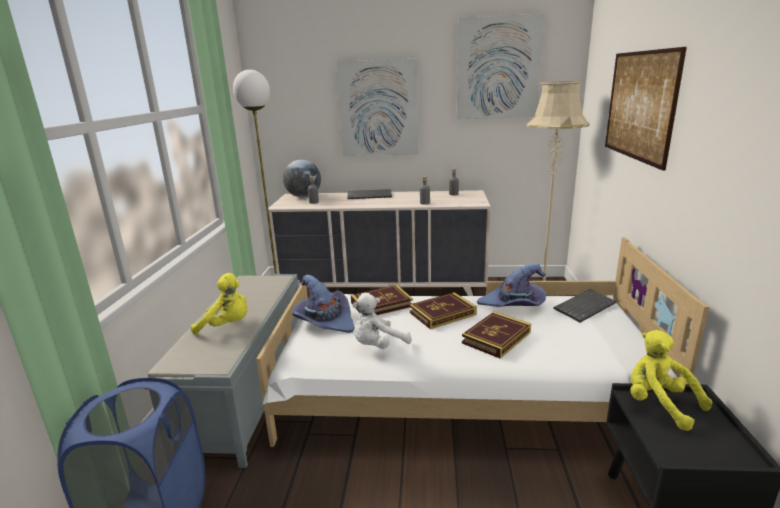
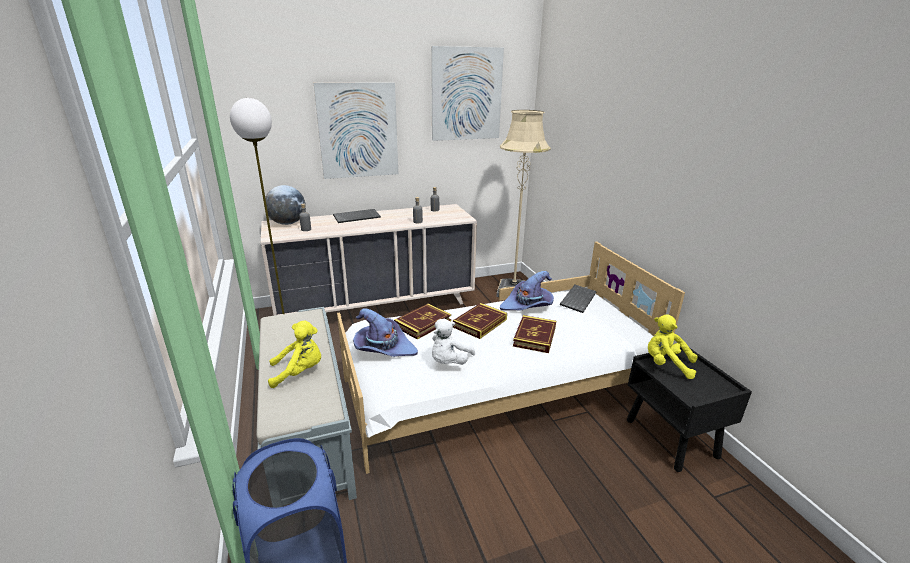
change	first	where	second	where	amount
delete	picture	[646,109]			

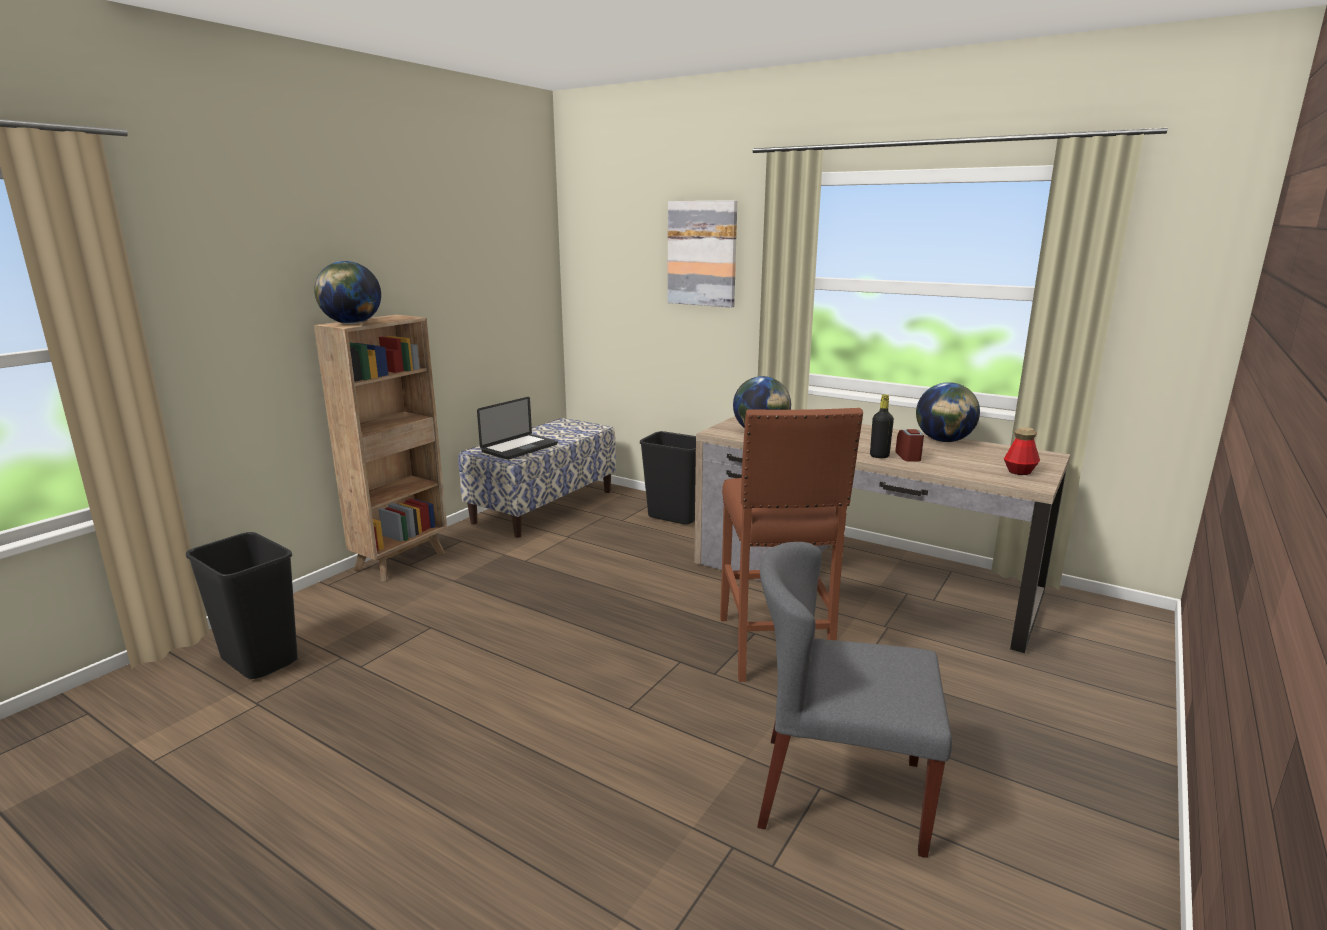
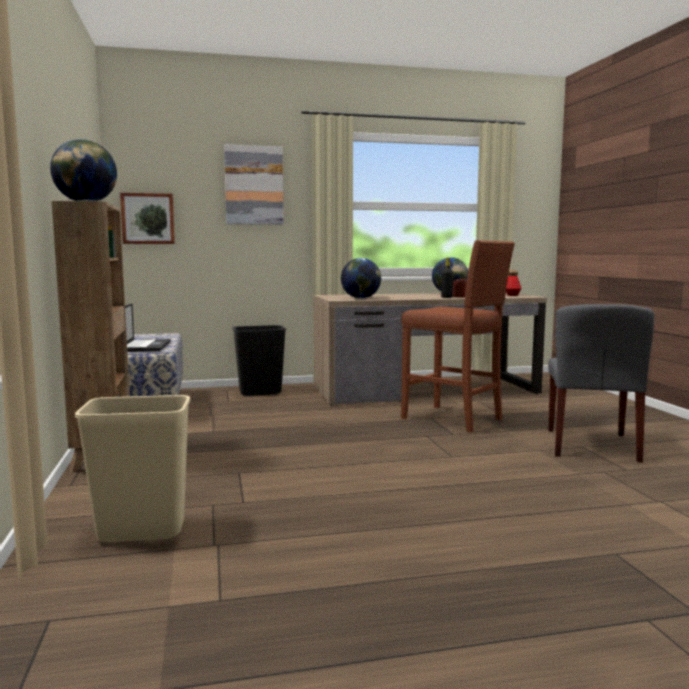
change	first	where	second	where	amount
recolor	trash can (black)	[242,605]	trash can (beige)	[132,468]	
rotate	plain chair (gray)	[854,700]		[601,383]	45 degrees counterclockwise
insert			picture	[147,218]	

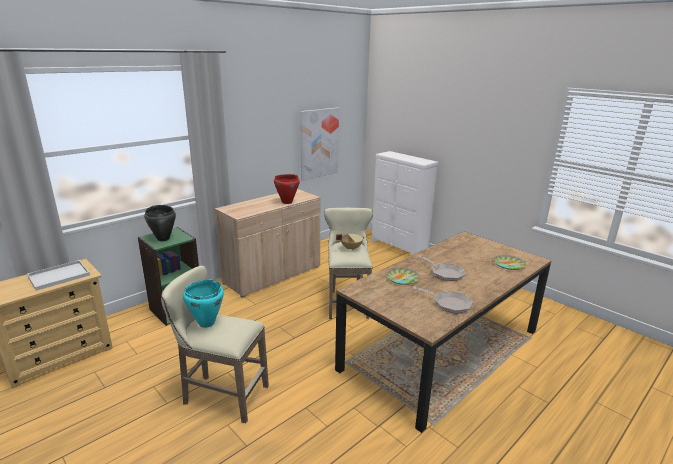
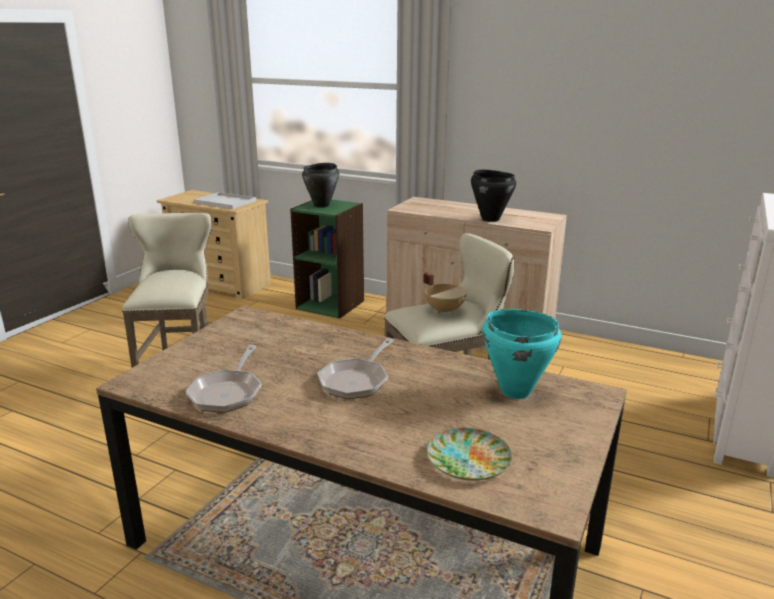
change	first	where	second	where	amount
delete	picture	[319,144]			
recolor	stockpot (reddish)	[287,189]	stockpot (black)	[493,196]	
delete	flat dish	[403,276]			
move	stockpot (blue-green)	[203,304]		[521,354]	

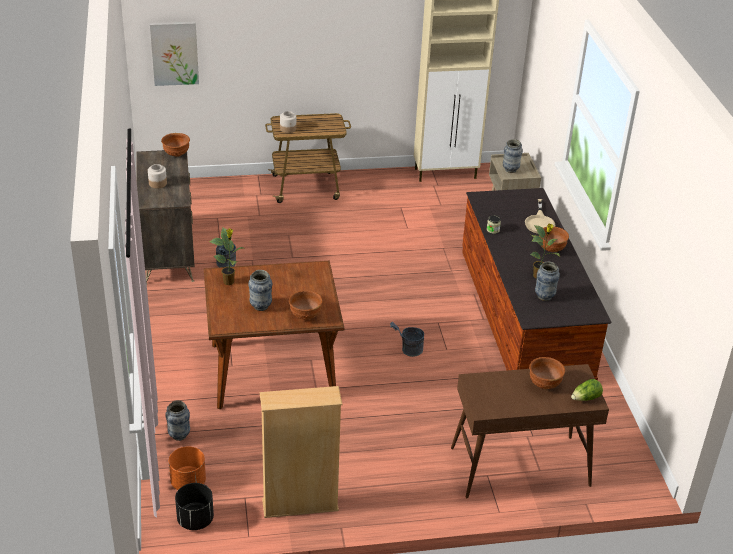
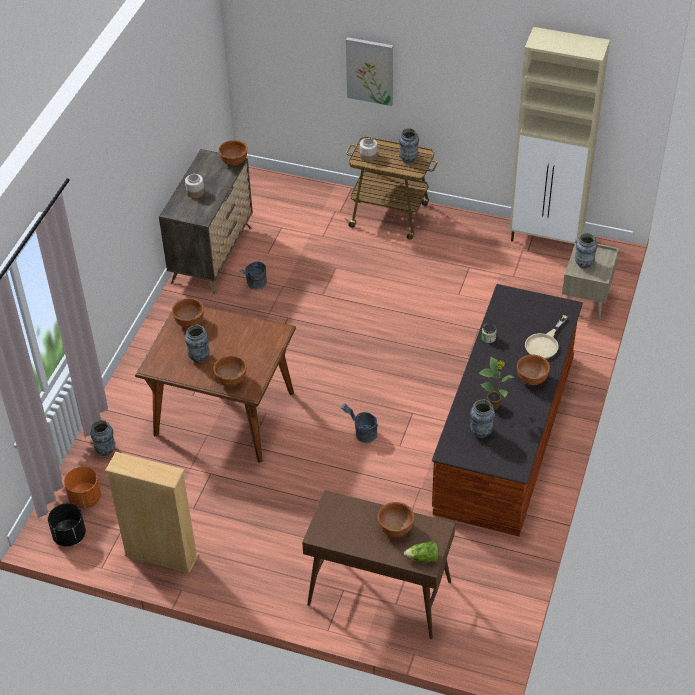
change	first	where	second	where	amount
move	picture	[174,54]		[369,71]	
replace	potted plant	[227,256]	serving bowl (brownish)	[188,313]	
insert			flower vase	[409,145]	

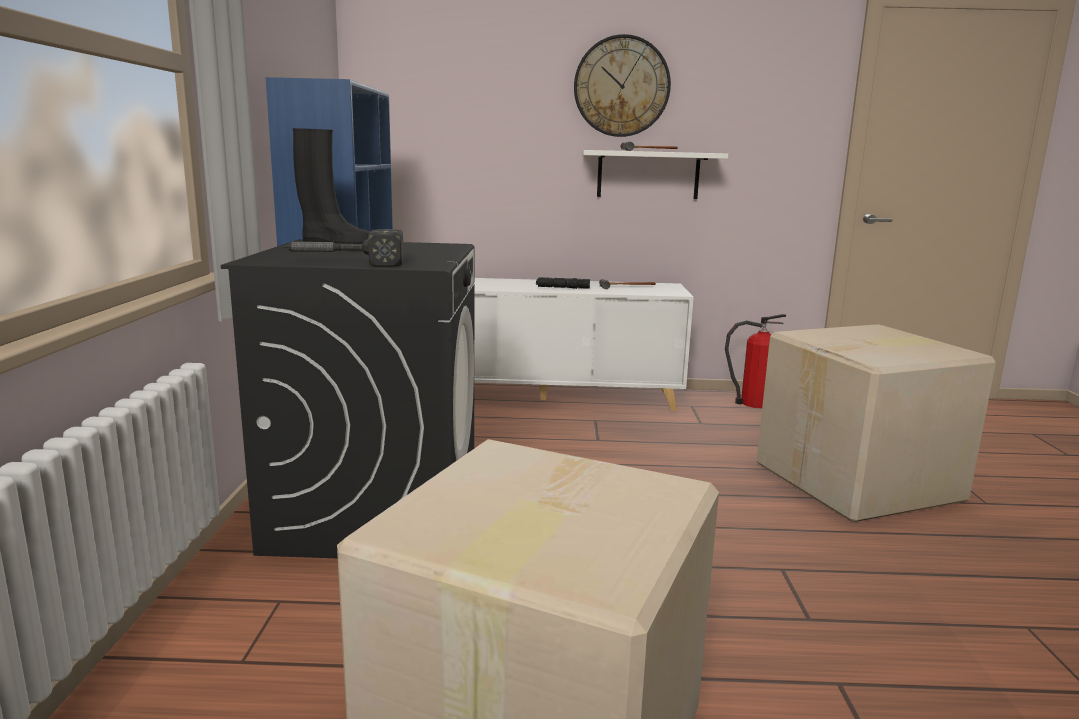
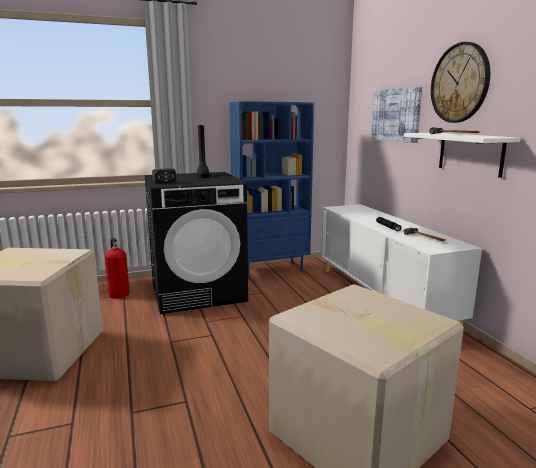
change	first	where	second	where	amount
move	fire extinguisher	[755,361]		[117,268]	
insert			picture	[396,115]	

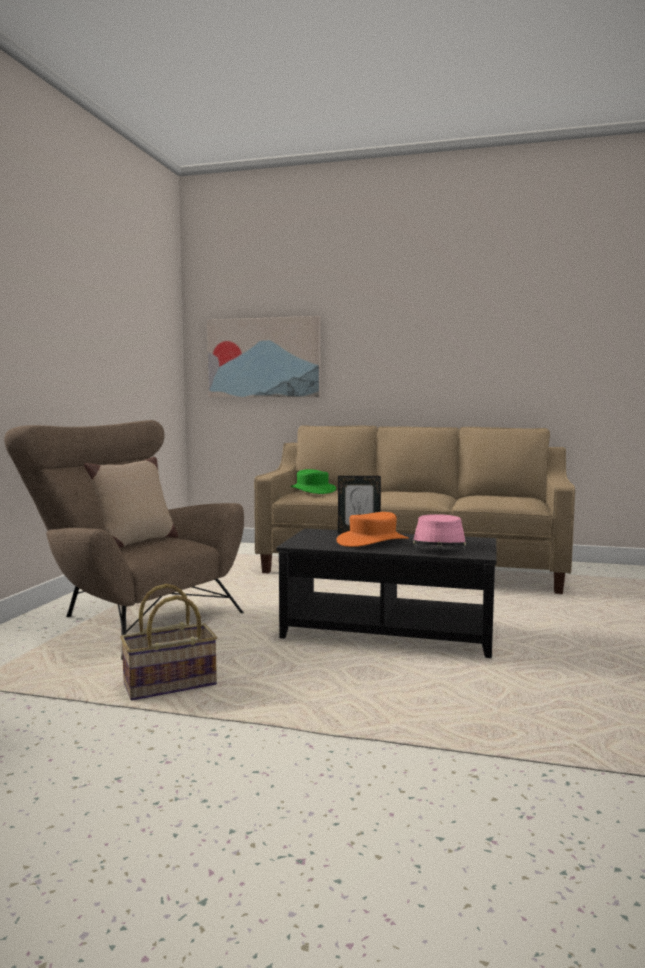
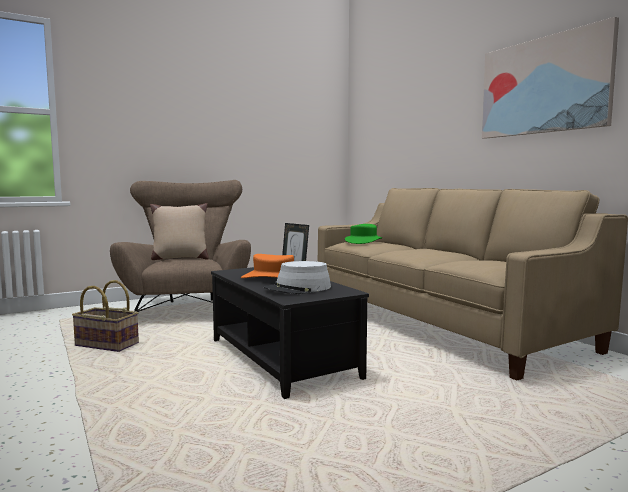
change	first	where	second	where	amount
move	picture	[264,356]		[550,78]	
recolor	clothing hat (pinkish)	[439,532]	clothing hat (gray)	[297,277]	

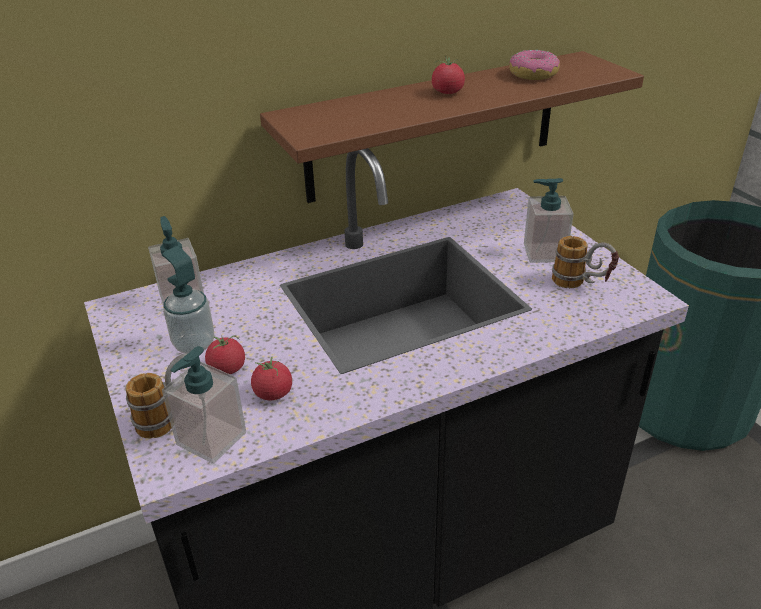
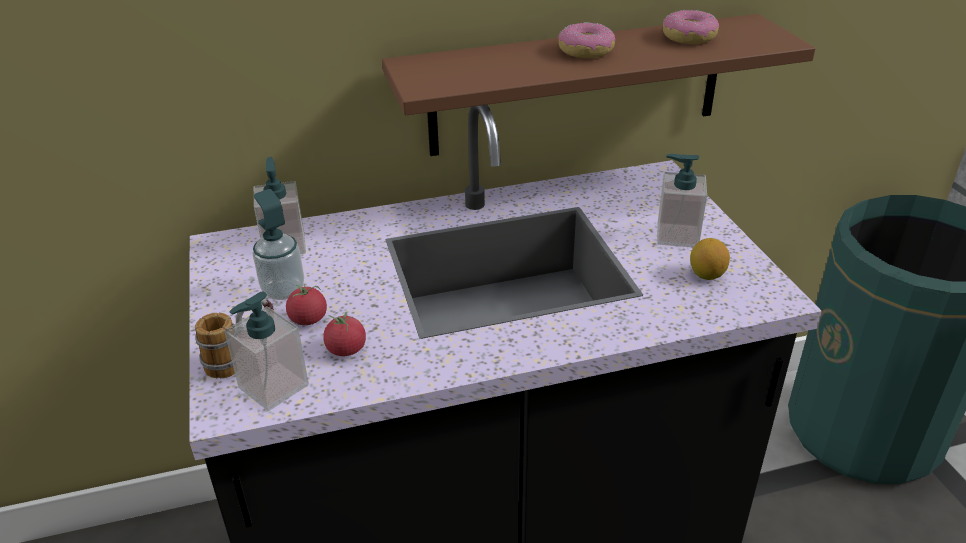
change	first	where	second	where	amount
replace	whole tomato	[448,75]	ring doughnut	[586,40]	
replace	tea mug	[585,262]	citrus fruit	[710,259]	

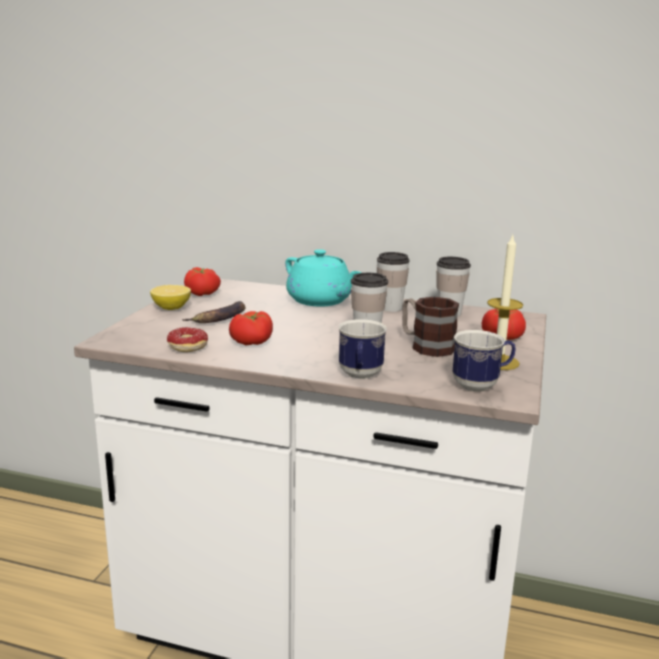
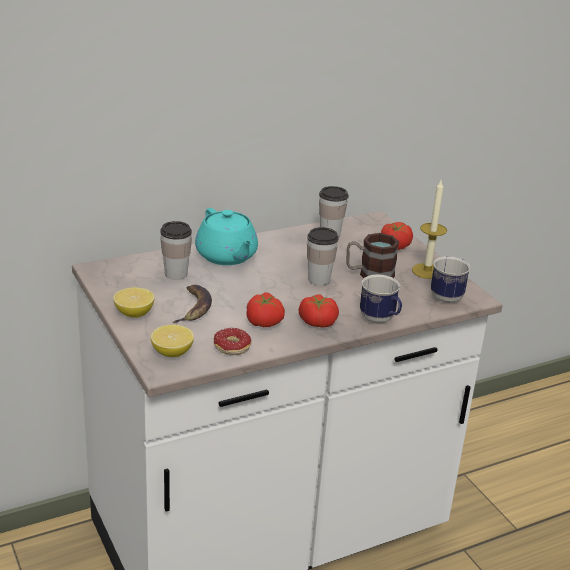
change	first	where	second	where	amount
rotate	tea pot (blue-green)	[323,278]		[226,236]	60 degrees clockwise
move	small cup	[393,282]		[176,250]	
move	whole tomato	[202,281]		[319,310]	
insert			citrus fruit	[172,341]	

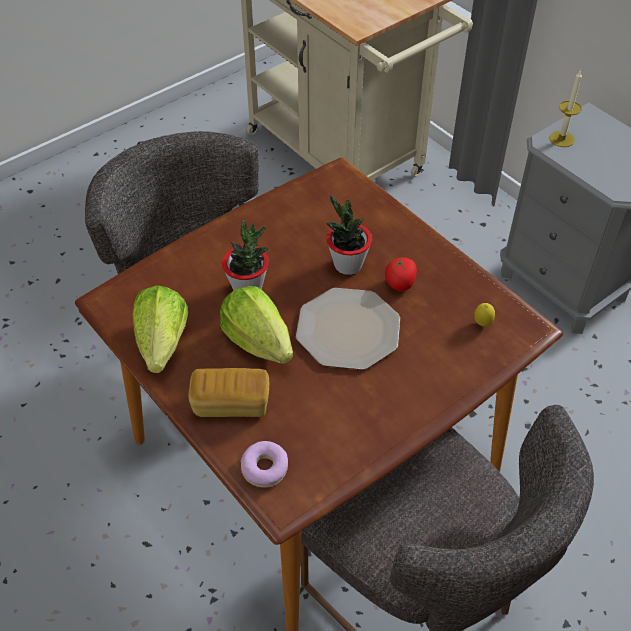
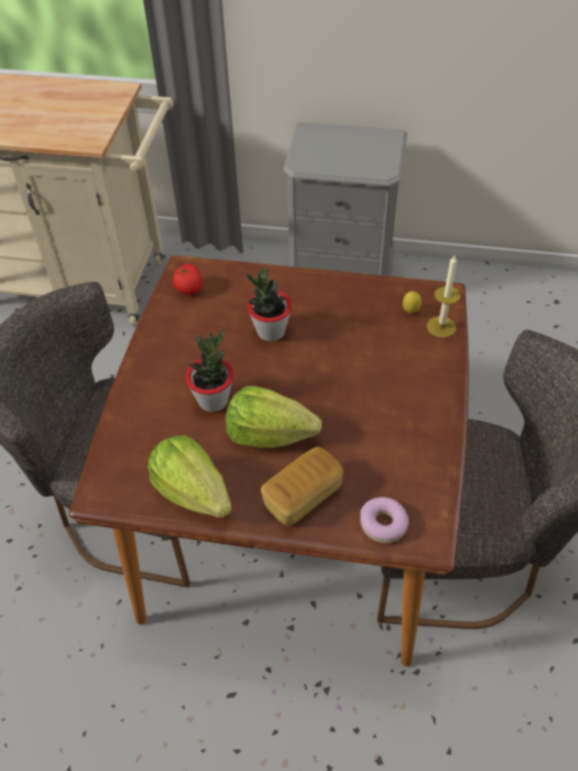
change	first	where	second	where	amount
move	wax light	[565,108]		[443,296]	
move	whole tomato	[401,274]		[188,279]	
delete	flat dish	[348,329]			

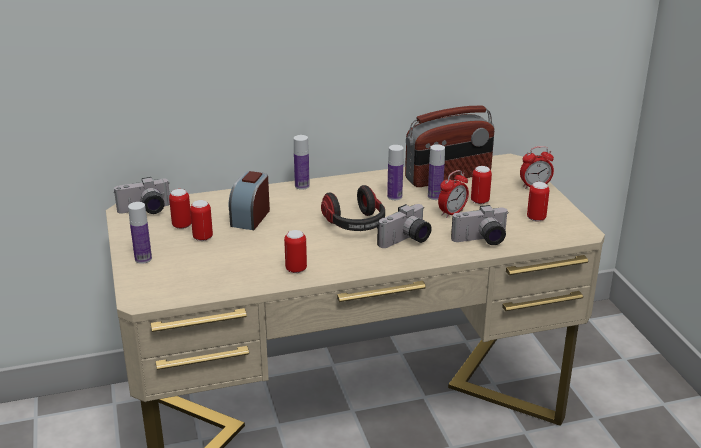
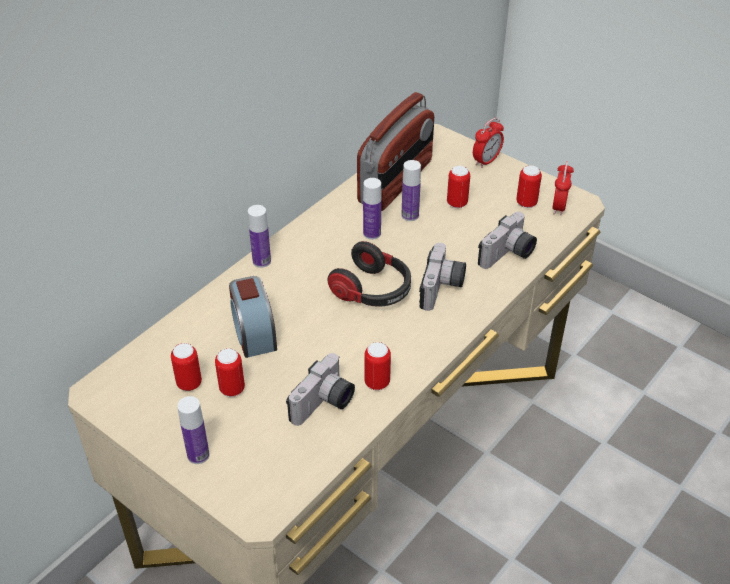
change	first	where	second	where	amount
move	bedside clock	[453,194]		[563,188]	
move	photo camera	[142,195]		[320,389]	

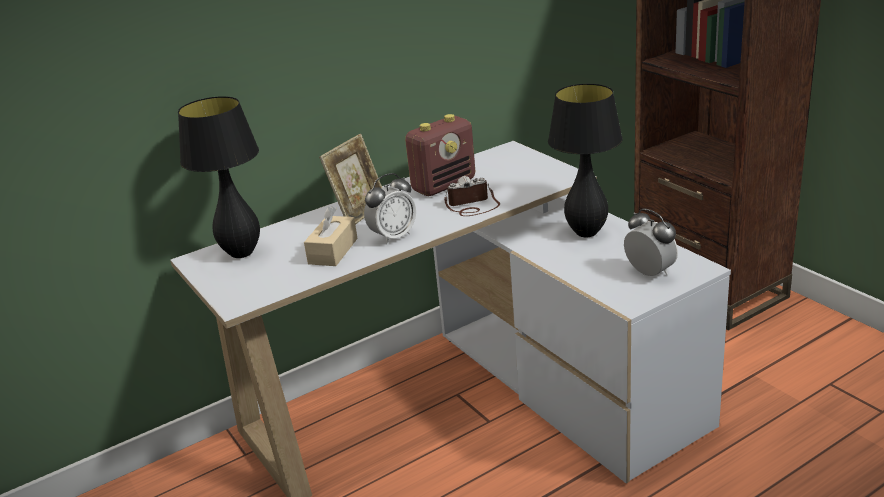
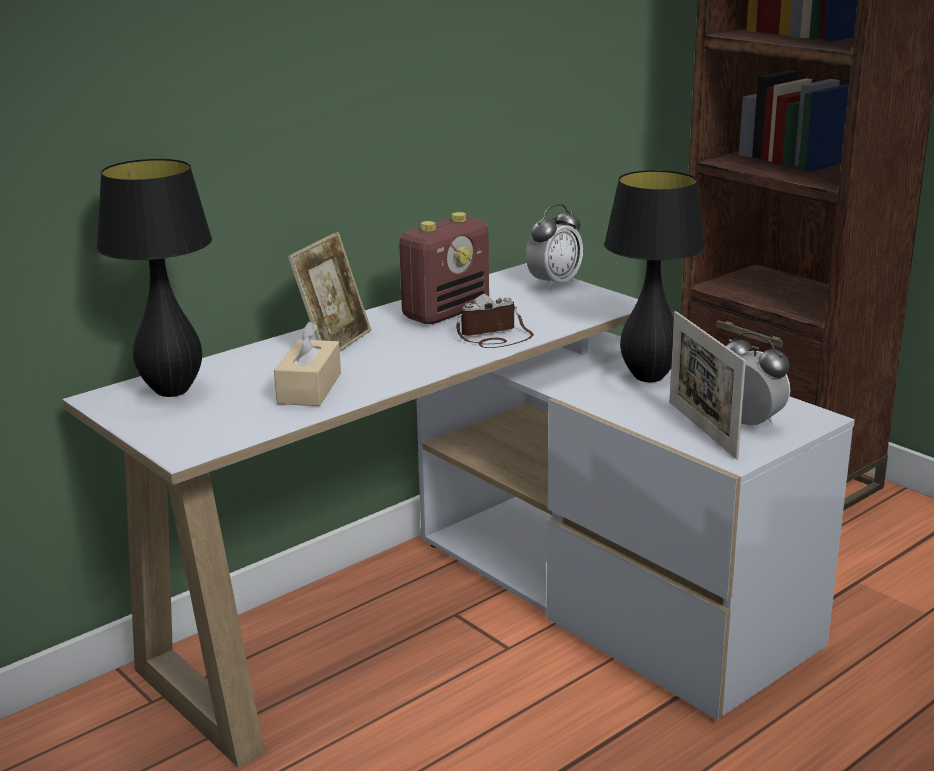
change	first	where	second	where	amount
move	bedside clock	[390,208]		[554,247]	
insert			photo frame	[708,385]	

